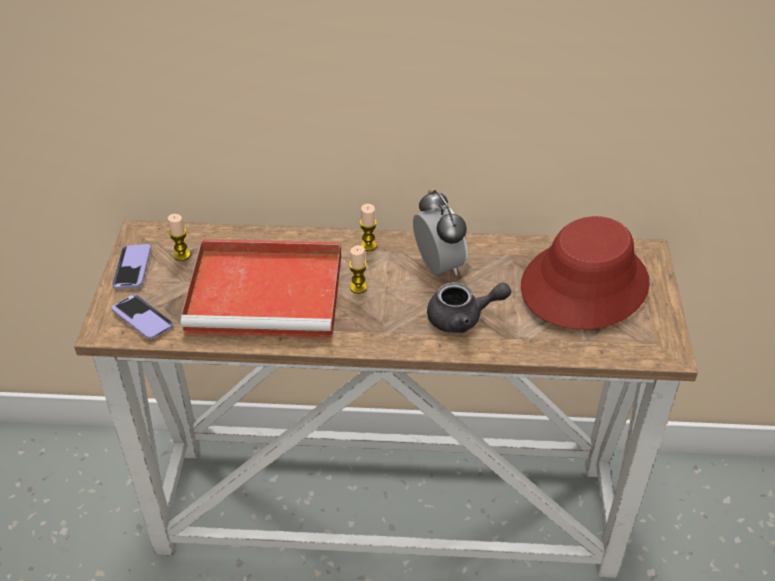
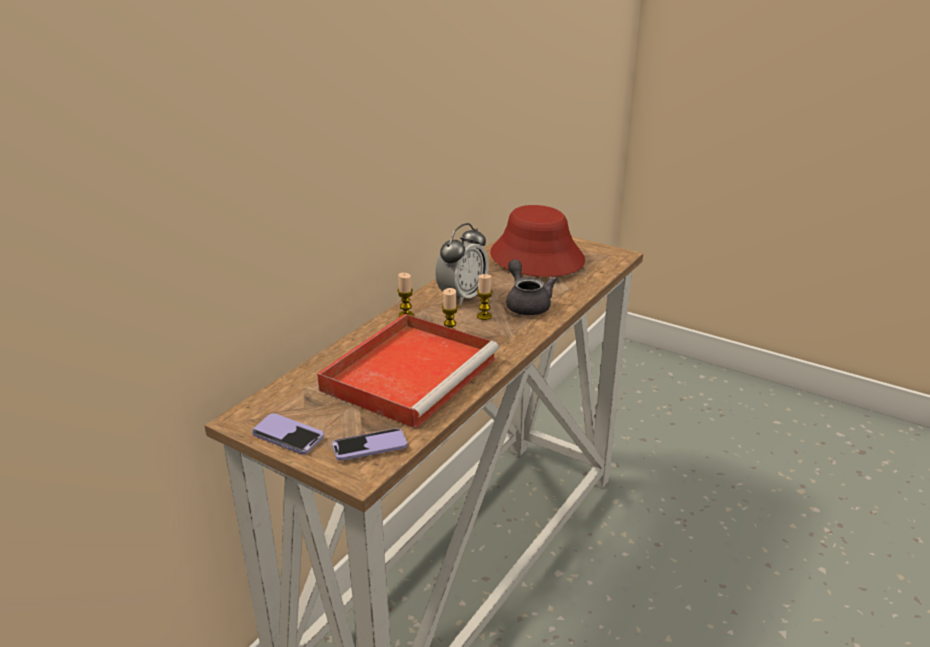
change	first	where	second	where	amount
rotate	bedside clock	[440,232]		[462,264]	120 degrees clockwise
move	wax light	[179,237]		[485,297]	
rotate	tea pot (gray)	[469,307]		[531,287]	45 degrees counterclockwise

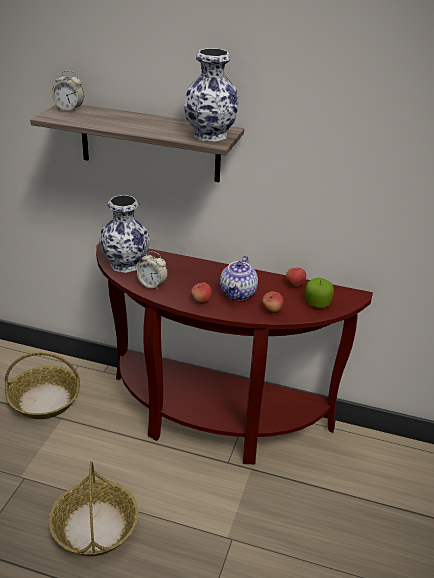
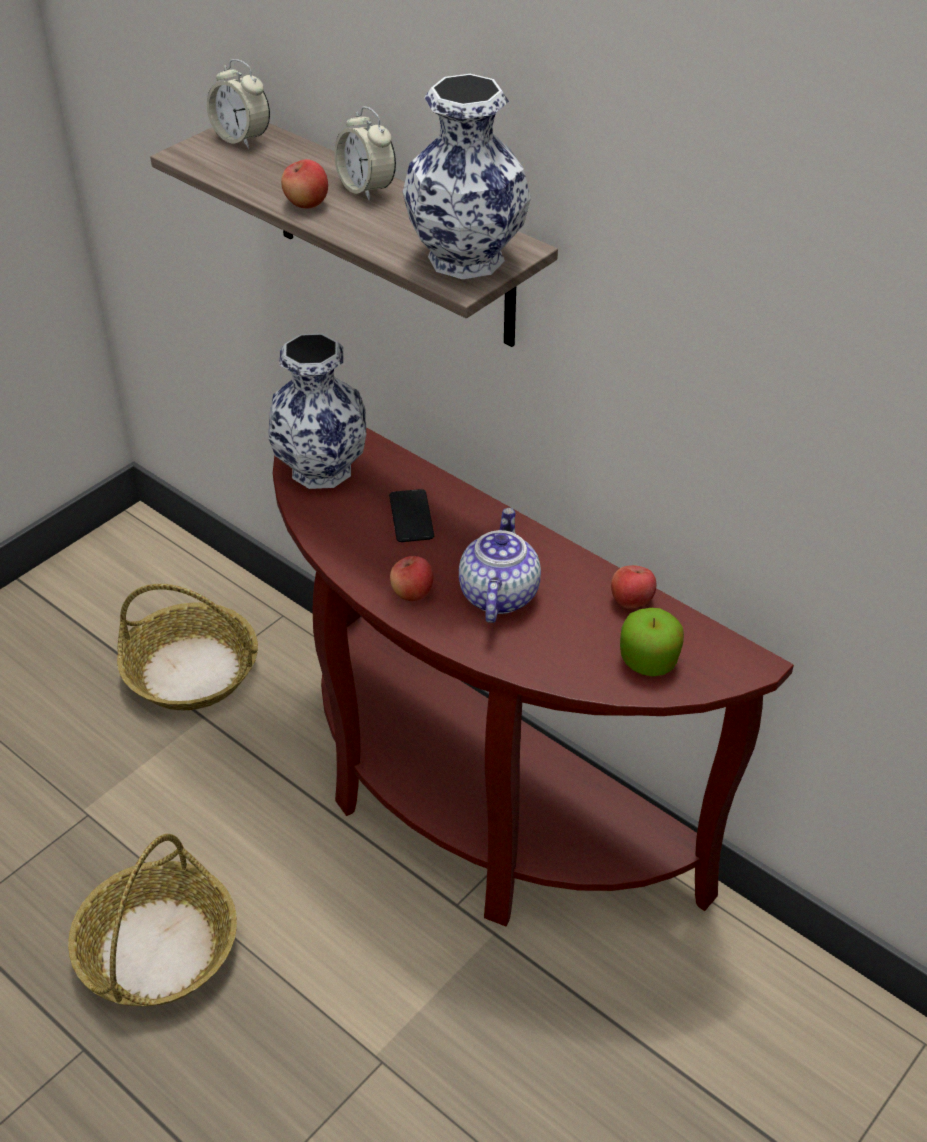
change	first	where	second	where	amount
move	bedside clock	[152,270]		[365,153]	
rotate	tea pot	[239,278]		[500,565]	150 degrees clockwise
move	apple fruit	[273,302]		[304,183]	
insert			phone	[411,515]	

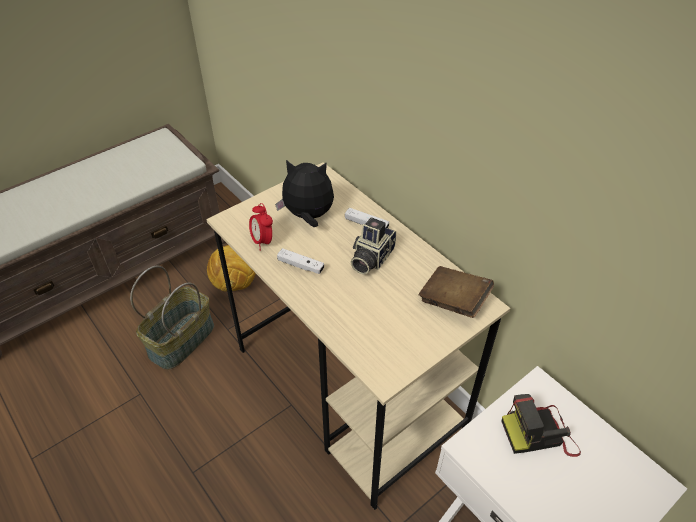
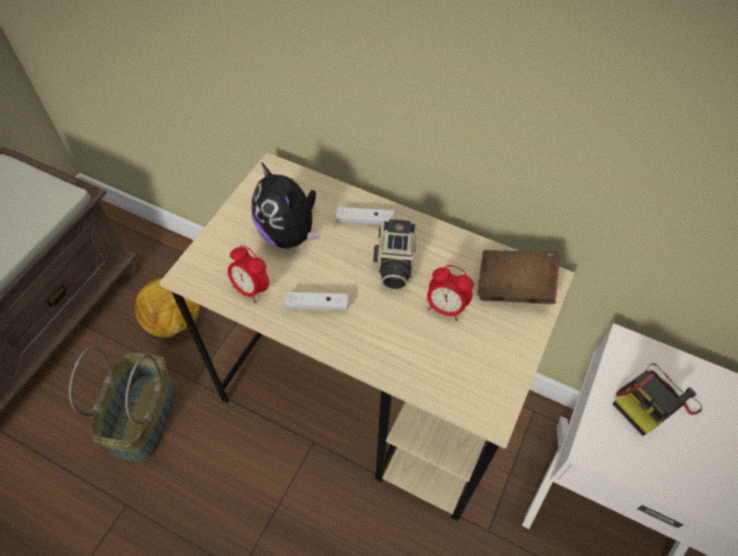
change	first	where	second	where	amount
rotate	plush toy	[304,193]		[286,205]	105 degrees counterclockwise
insert			bedside clock	[450,293]	

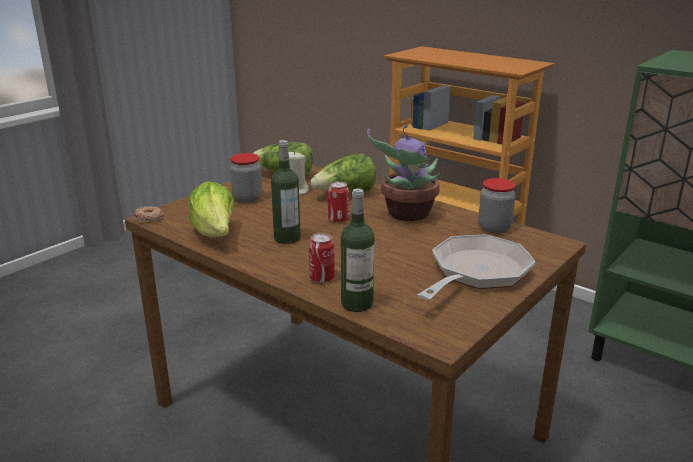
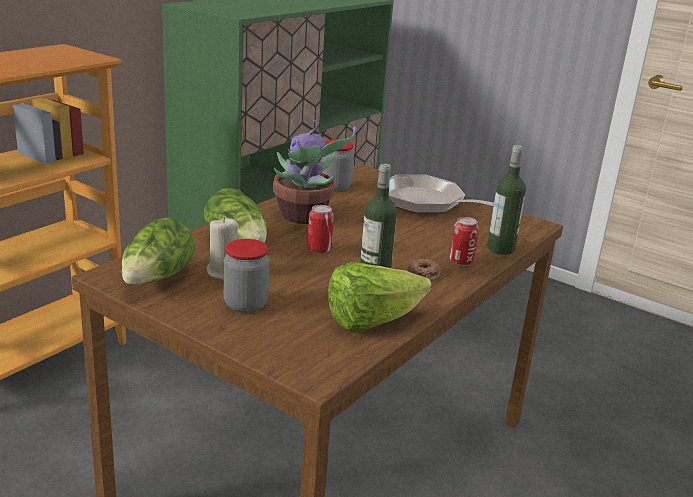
change	first	where	second	where	amount
move	ring doughnut	[149,214]		[423,269]	

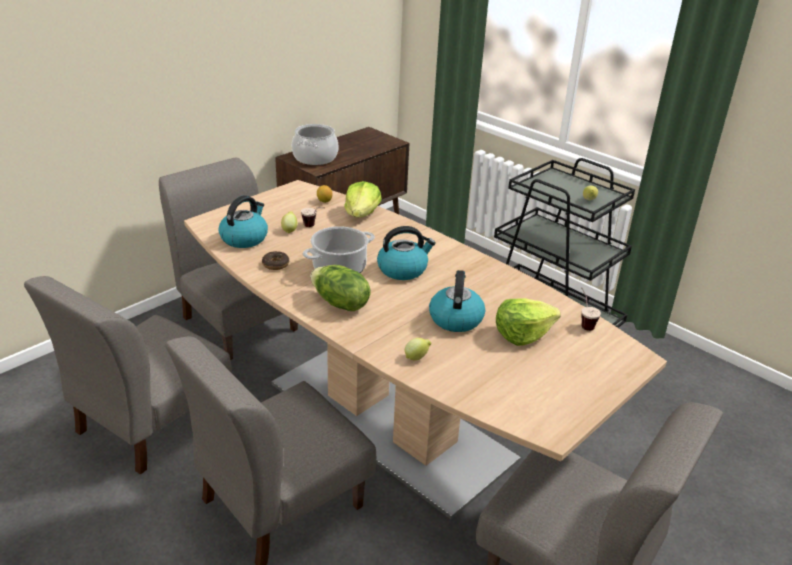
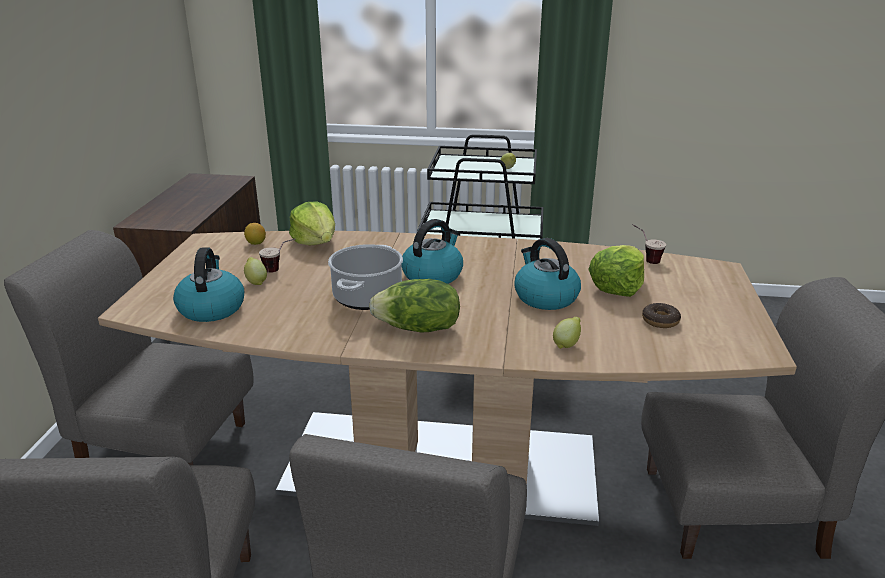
change	first	where	second	where	amount
delete	stockpot	[315,144]			
move	ring doughnut	[275,260]		[661,315]	

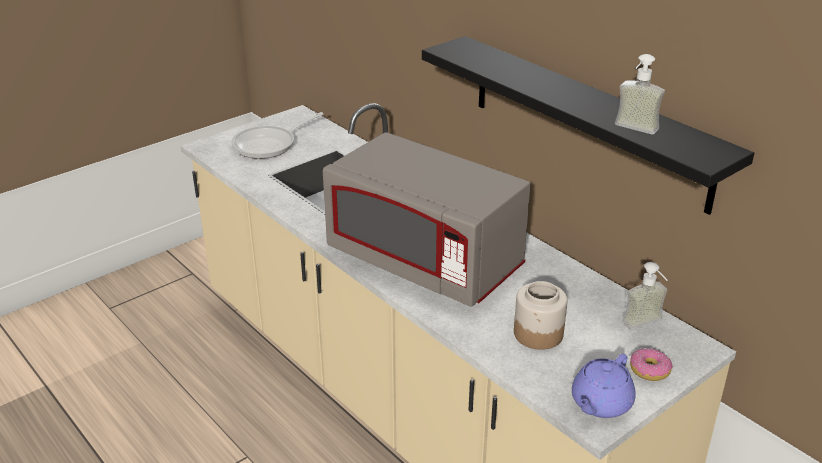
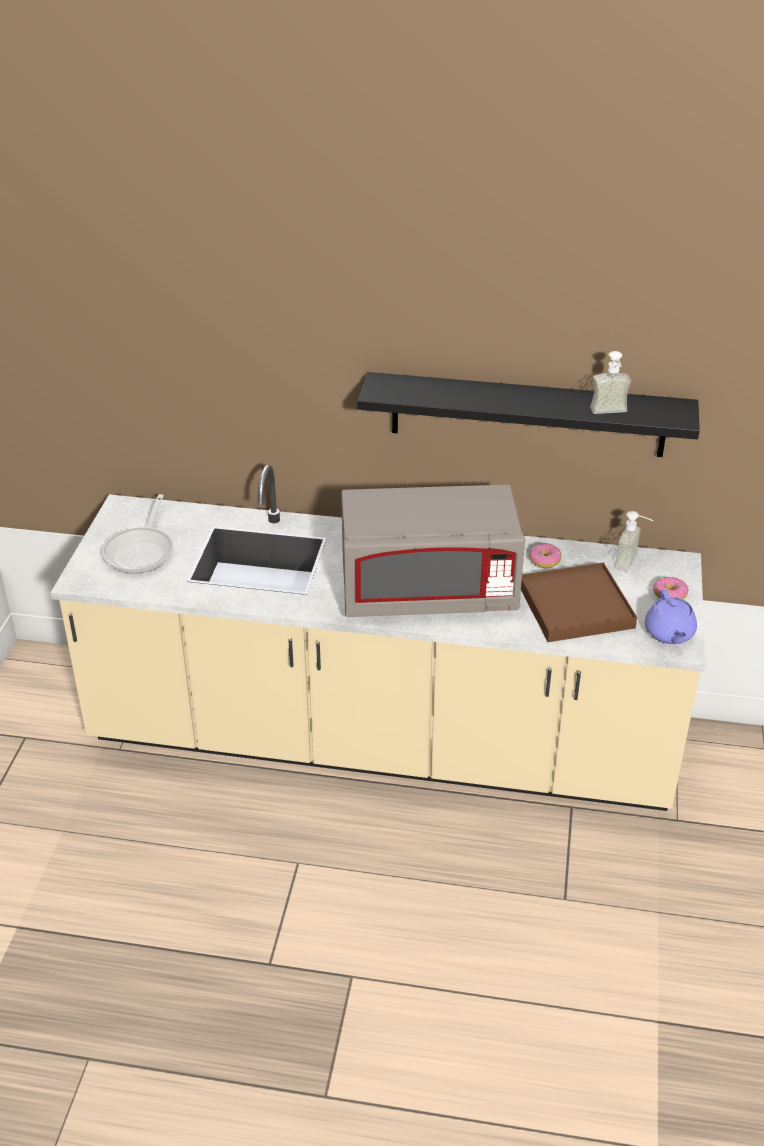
change	first	where	second	where	amount
replace	preserve jar	[540,315]	tray (brownish)	[579,602]	
insert			ring doughnut	[545,555]	

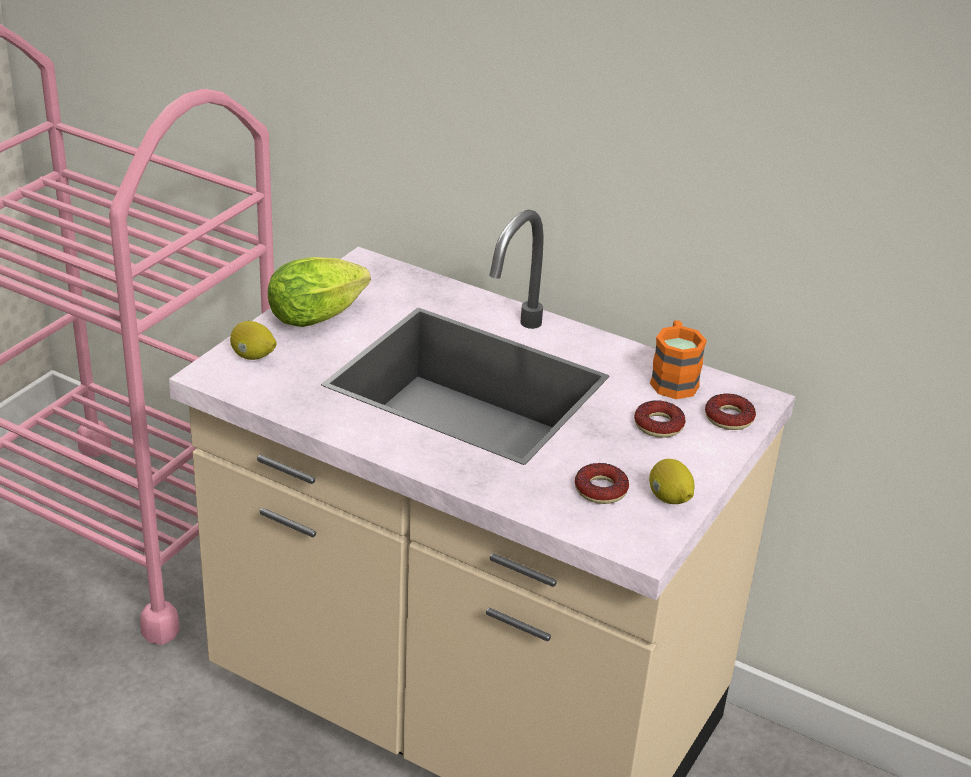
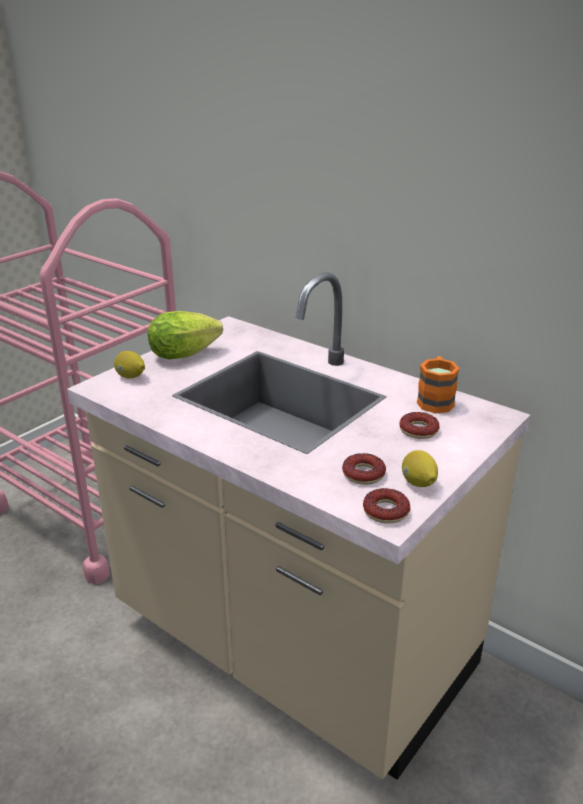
change	first	where	second	where	amount
move	ring doughnut	[730,411]		[386,506]	

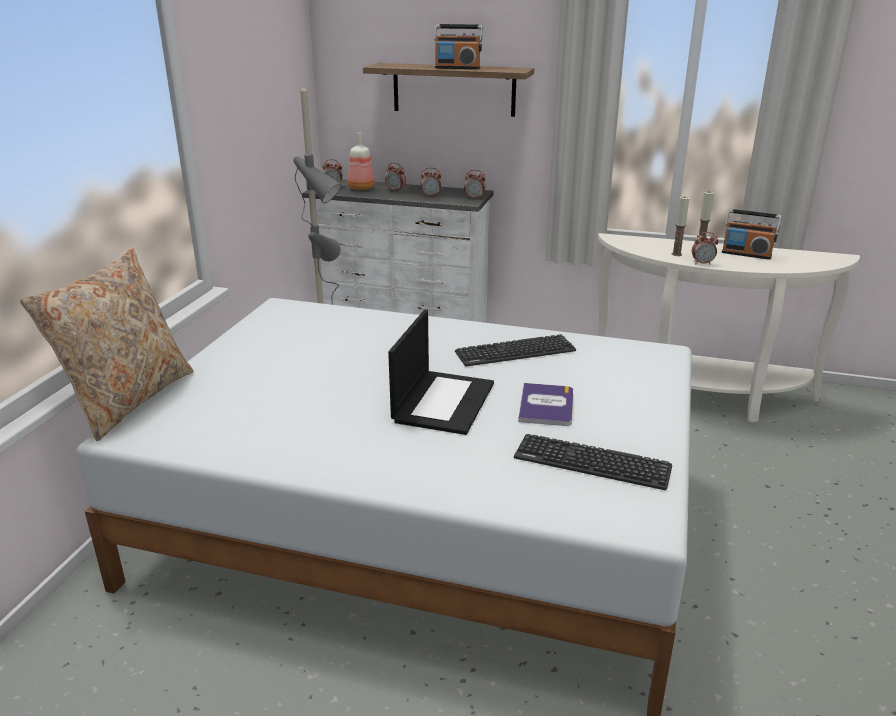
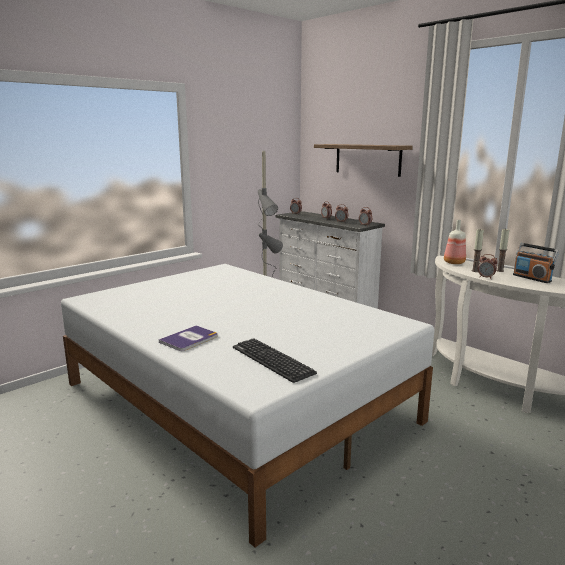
change	first	where	second	where	amount
delete	radio set	[458,46]			
move	beverage bottle	[361,161]		[455,242]	
delete	cushion (beige)	[107,344]			
delete	laptop	[441,372]			
delete	keyboard	[515,350]			
move	bound book	[545,404]		[188,338]	

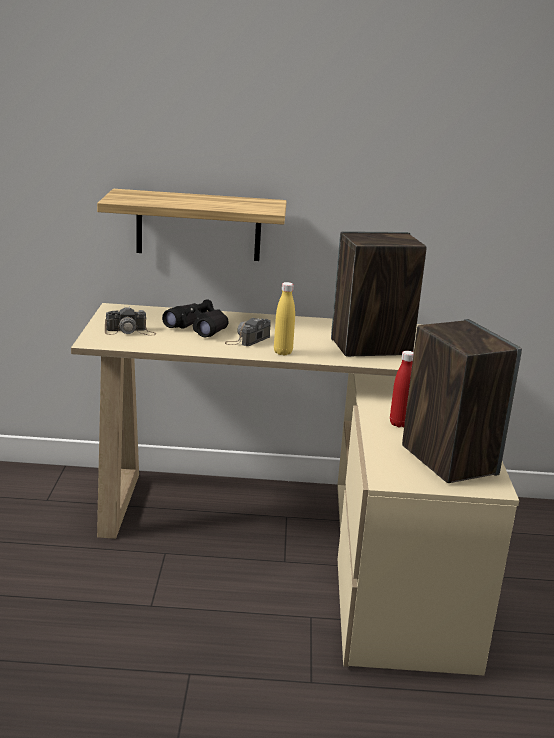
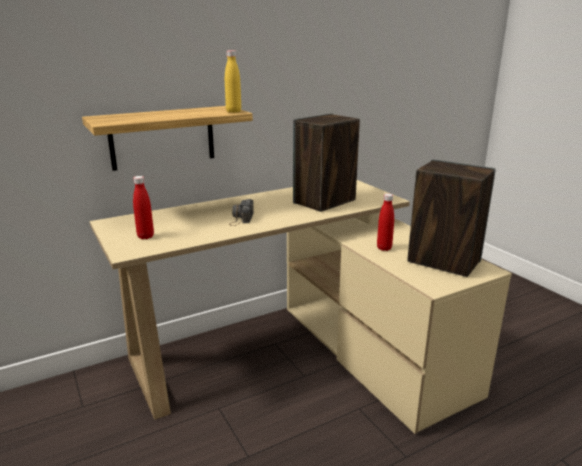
change	first	where	second	where	amount
move	beverage bottle (yellowish)	[284,318]		[233,81]	
delete	pair of binoculars (black)	[195,318]			
replace	photo camera	[130,321]	beverage bottle (reddish)	[143,207]	

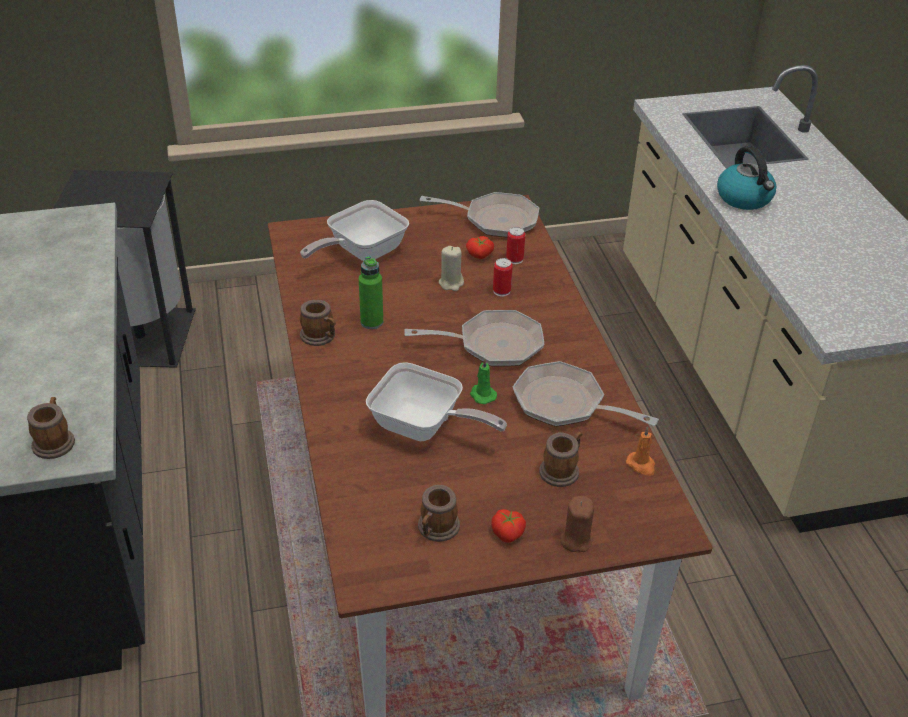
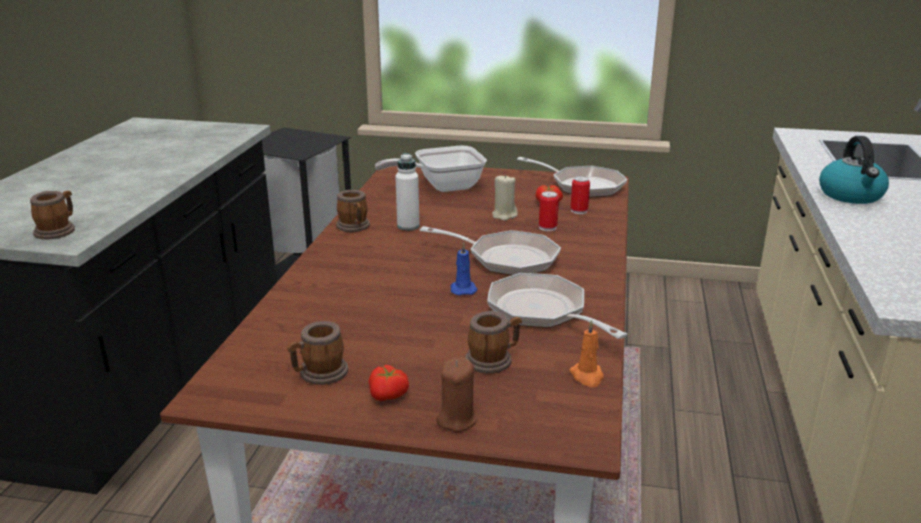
change	first	where	second	where	amount
recolor	beverage bottle (green-coloured)	[371,292]	beverage bottle (whitish)	[407,192]	
recolor	wax light (green-coloured)	[483,381]	wax light (blue-coloured)	[464,268]	
delete	skillet	[436,401]			

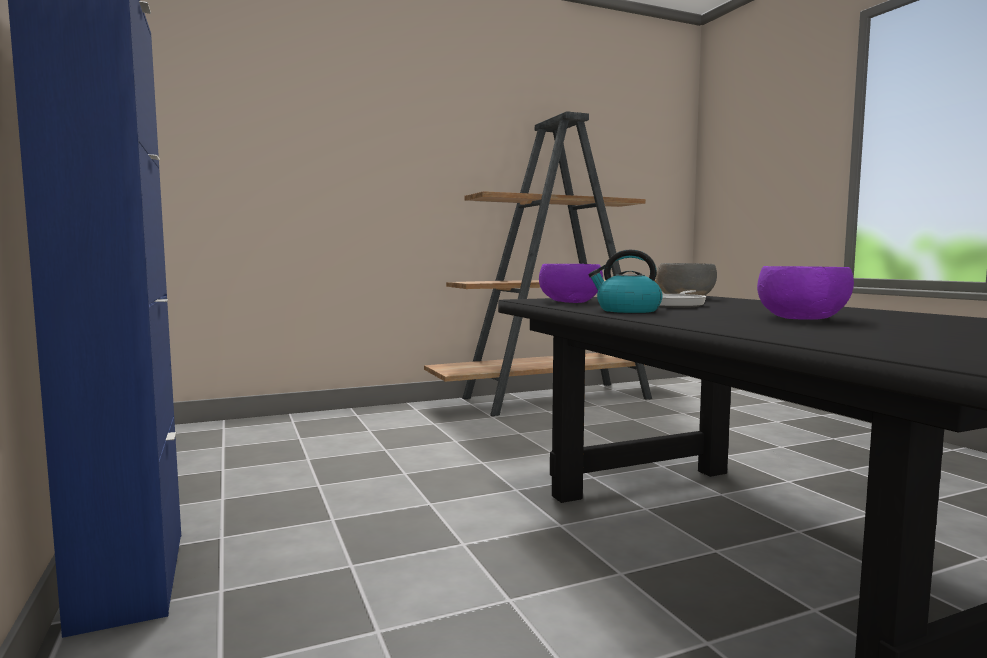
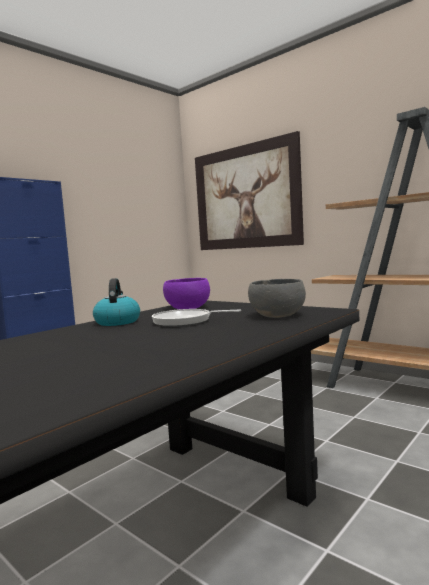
change	first	where	second	where	amount
delete	serving bowl (purple)	[805,293]			
insert			picture	[249,190]	

